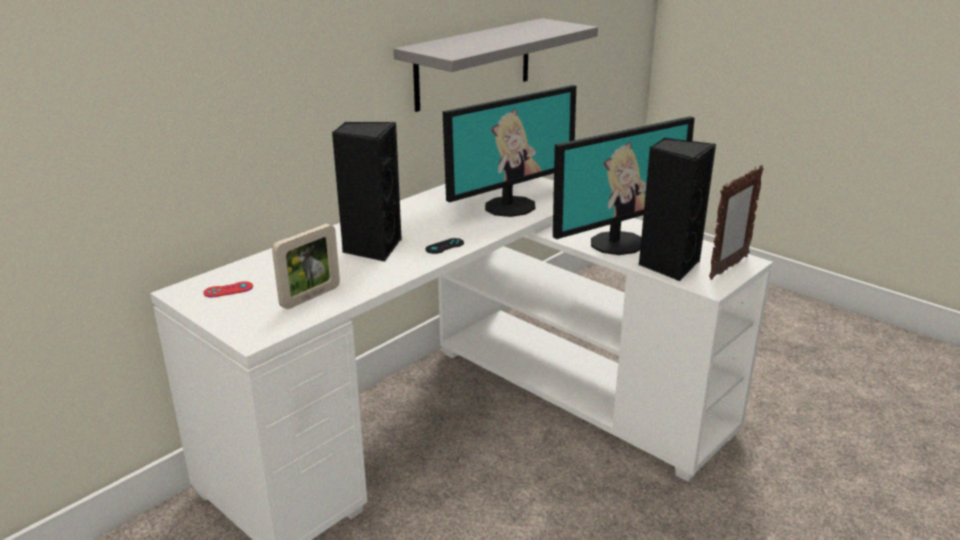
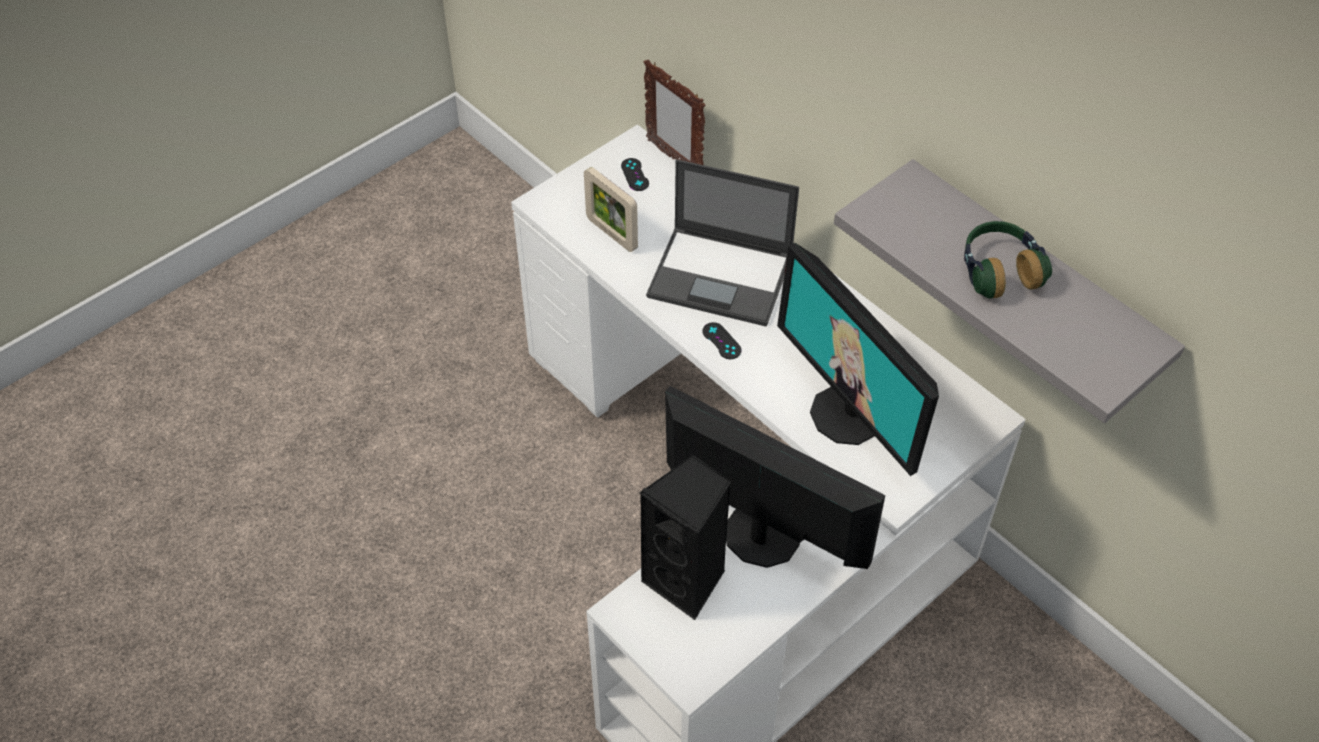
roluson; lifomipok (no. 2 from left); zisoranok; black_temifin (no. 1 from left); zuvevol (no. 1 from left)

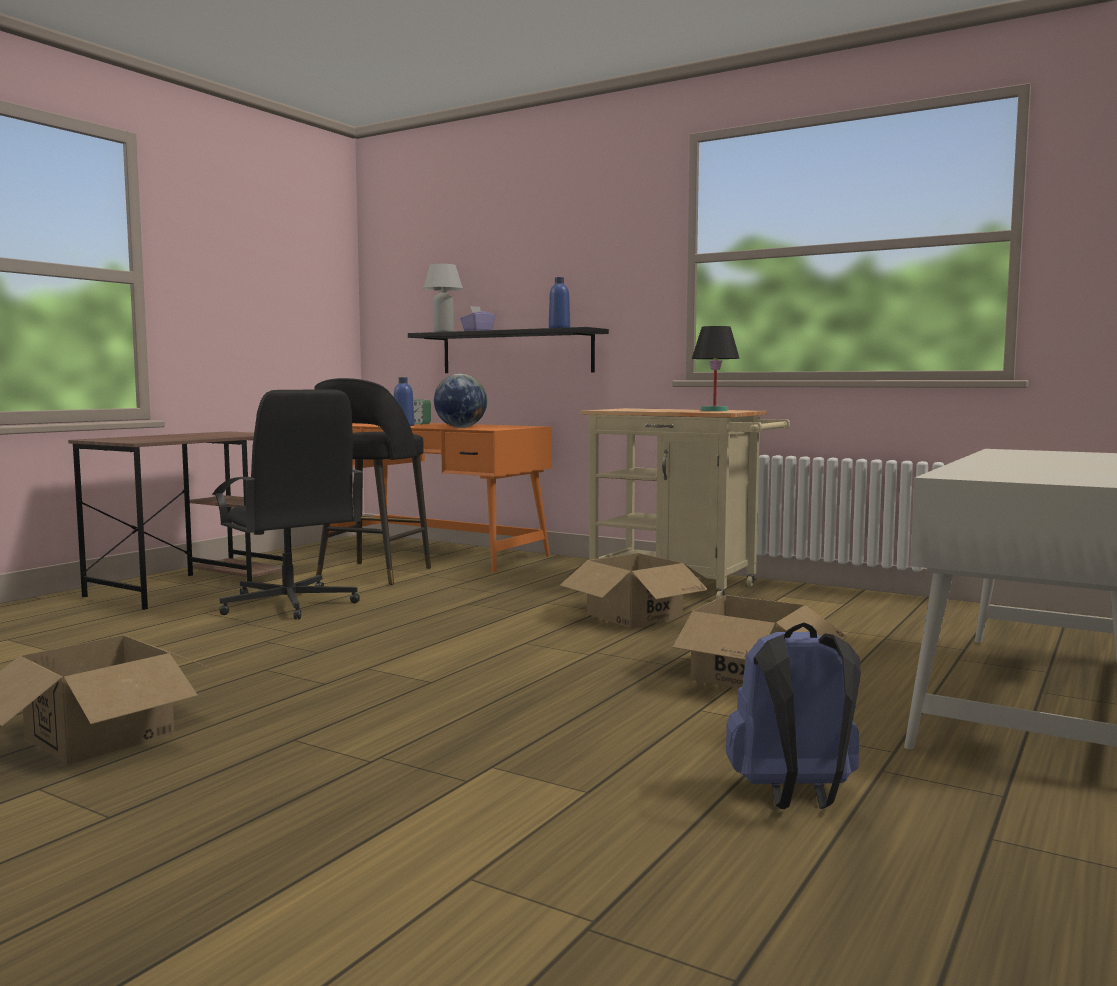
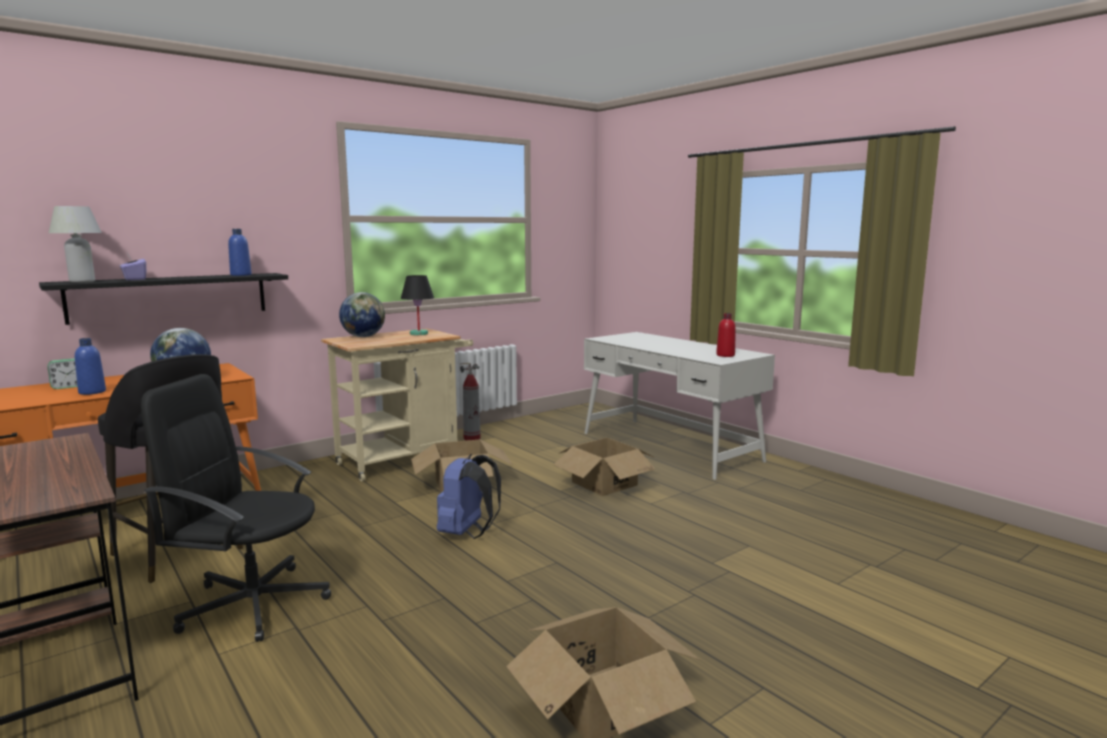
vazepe (no. 2 from left); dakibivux; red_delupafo; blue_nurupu; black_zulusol

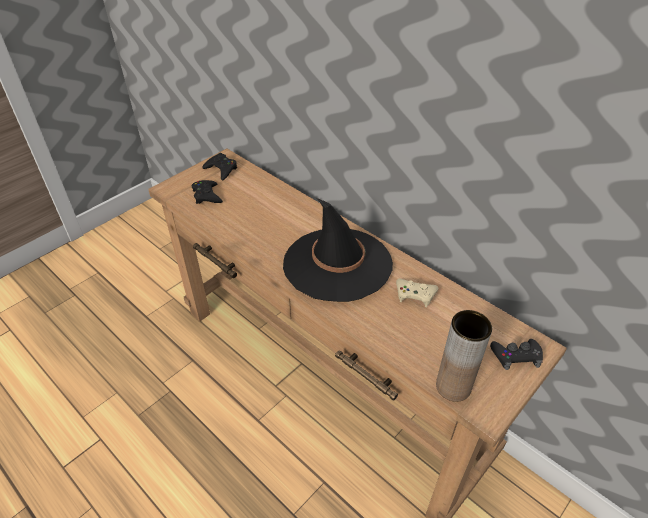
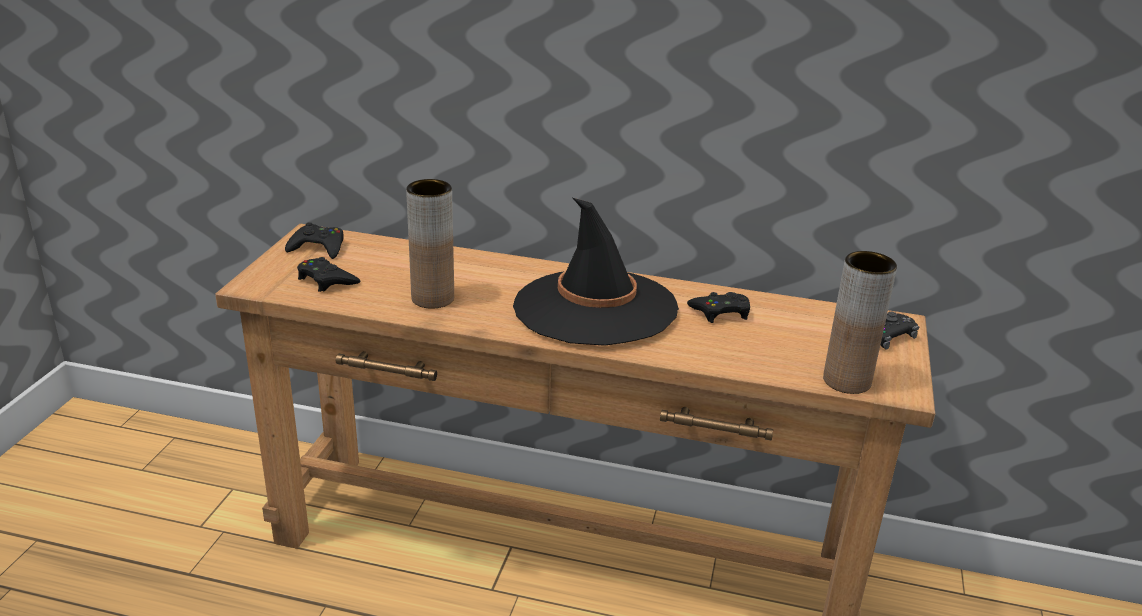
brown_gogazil (no. 1 from left); black_temifin (no. 3 from left)

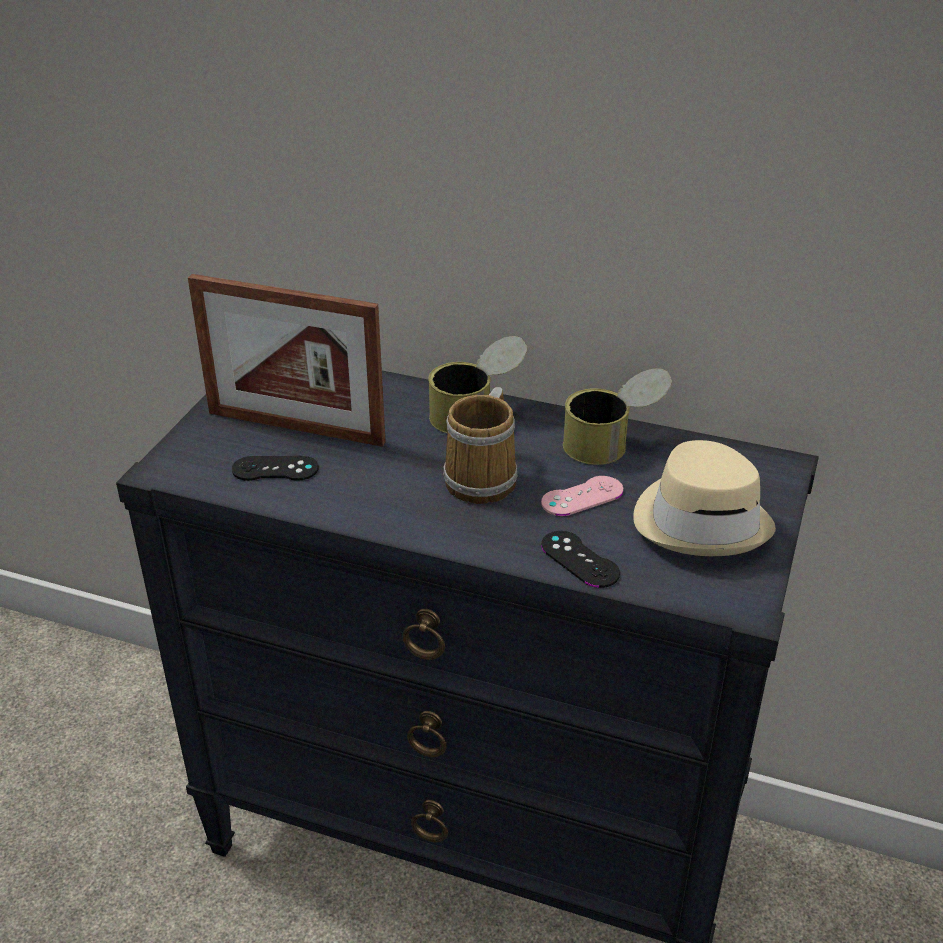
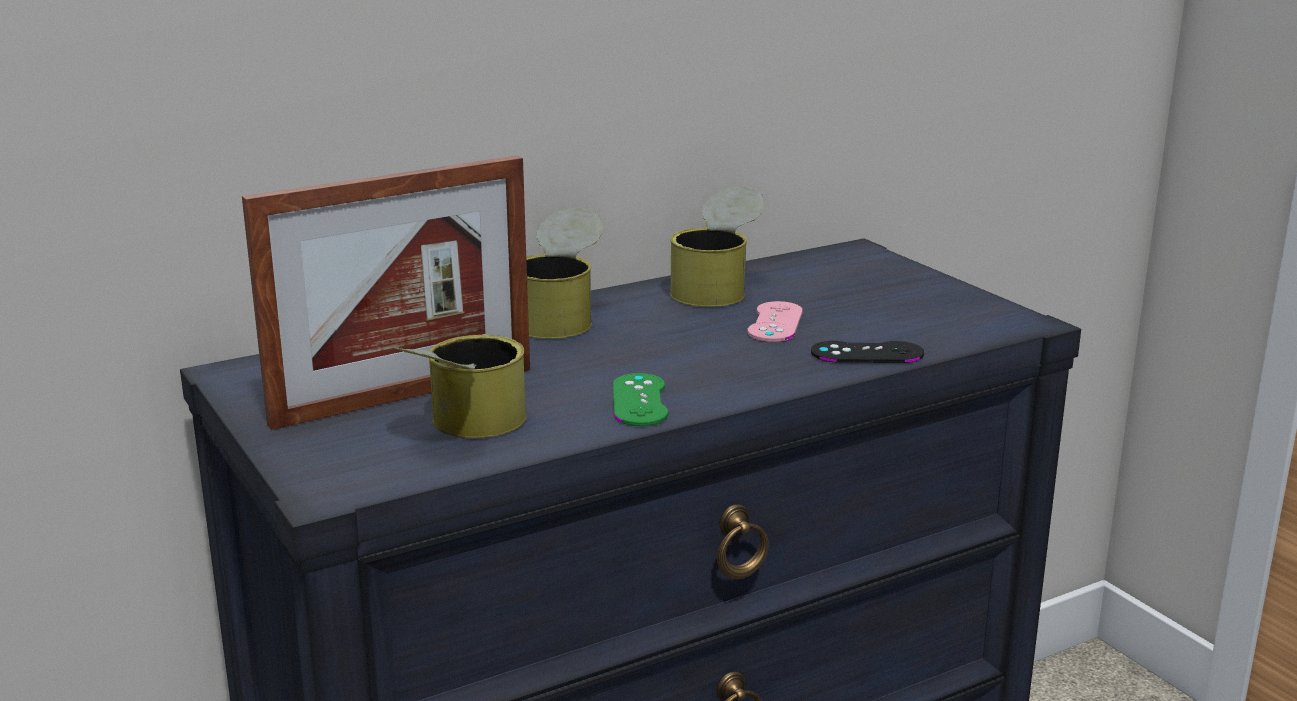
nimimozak; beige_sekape; green_temifin; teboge (no. 1 from left)

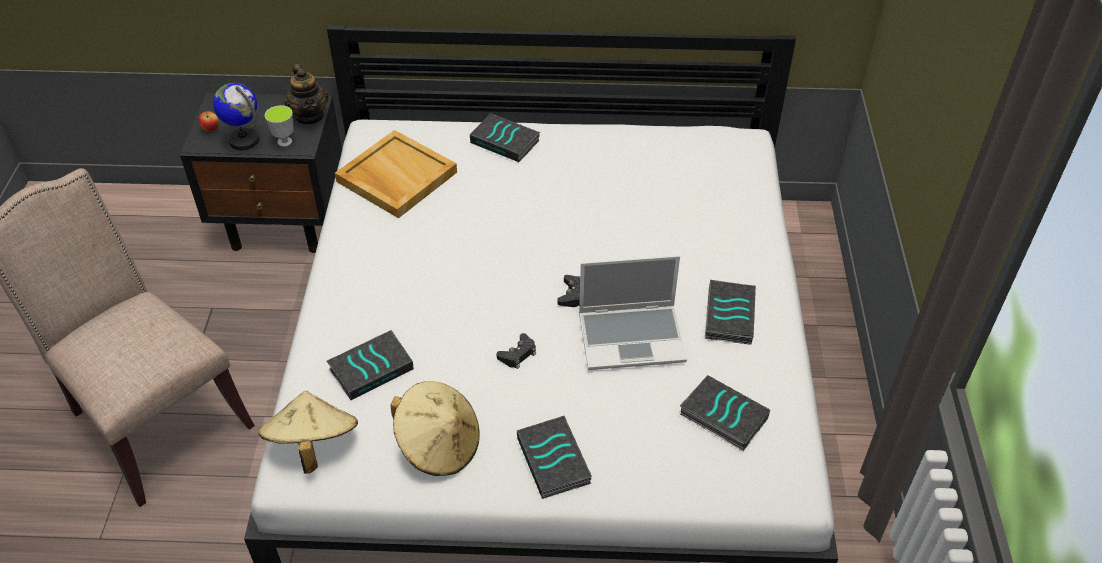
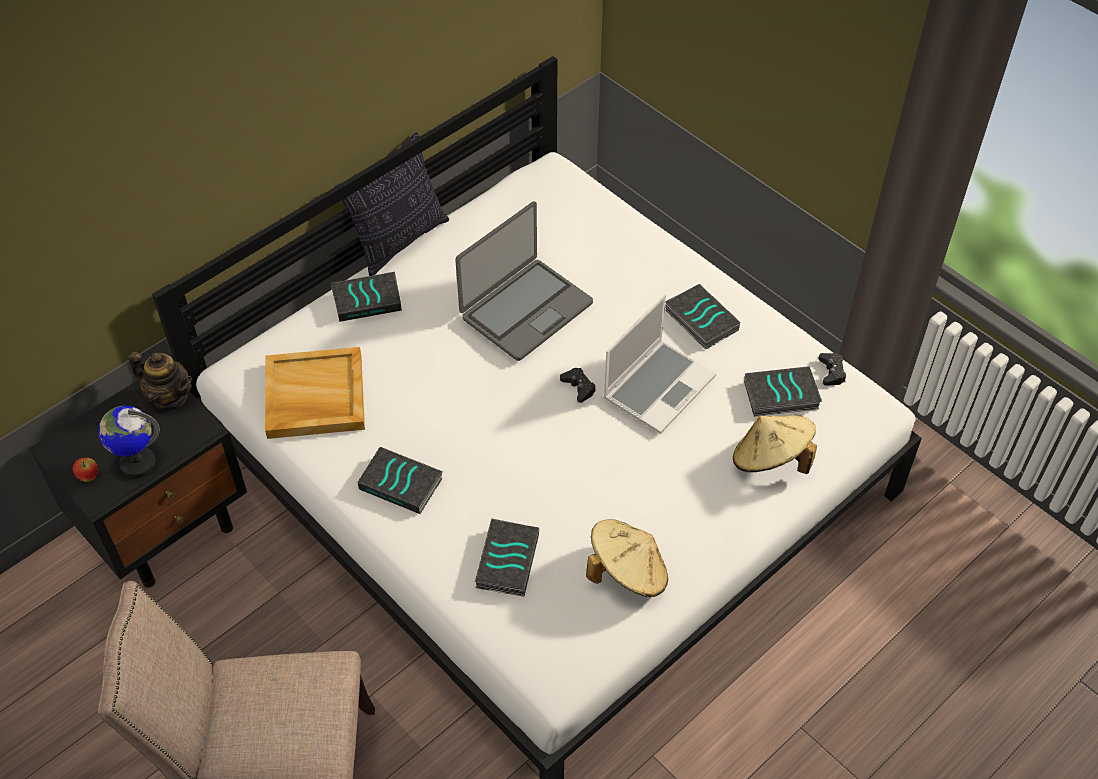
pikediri; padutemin; zisoranok (no. 1 from left); beige_sekape (no. 2 from left); black_temifin (no. 2 from left); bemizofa (no. 2 from left)

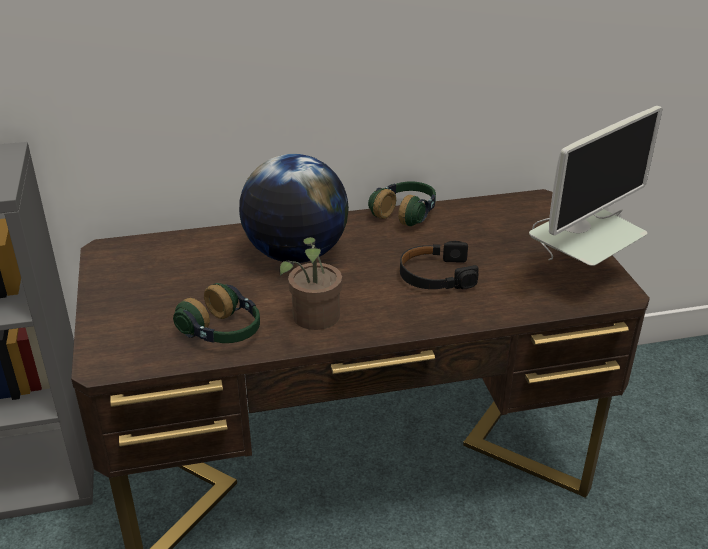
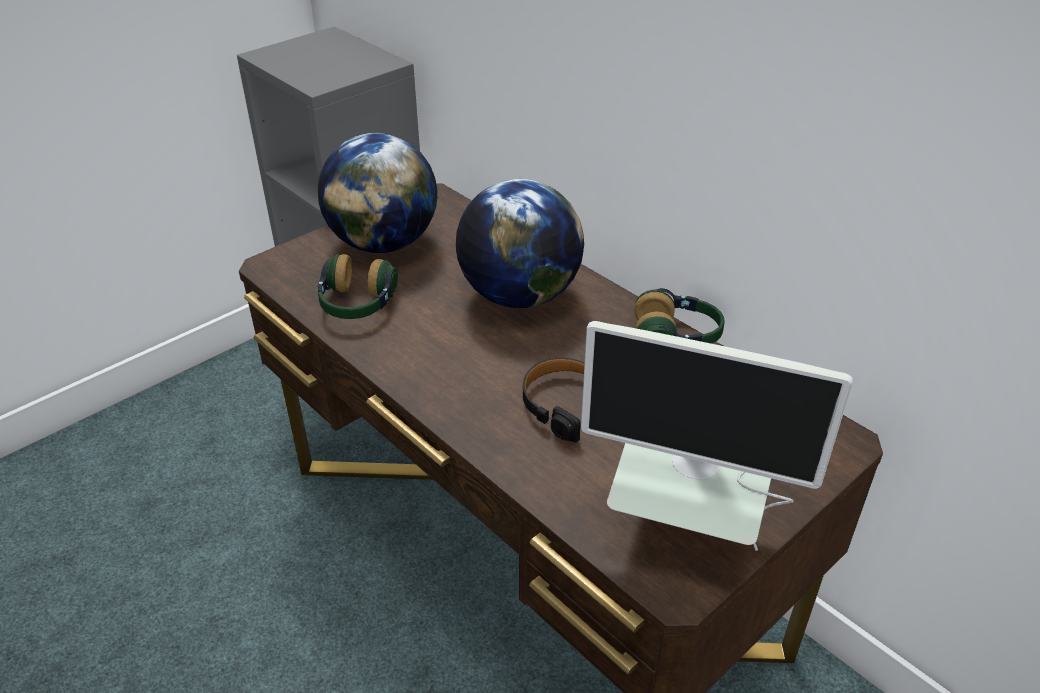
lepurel; vazepe (no. 1 from left)

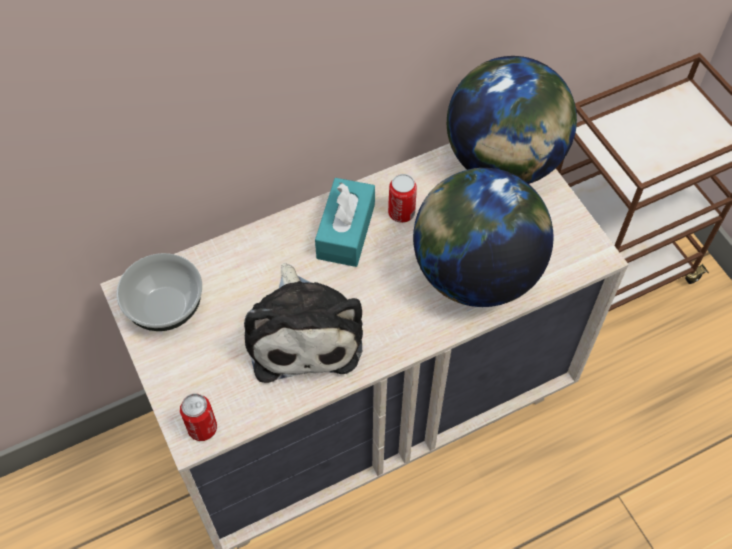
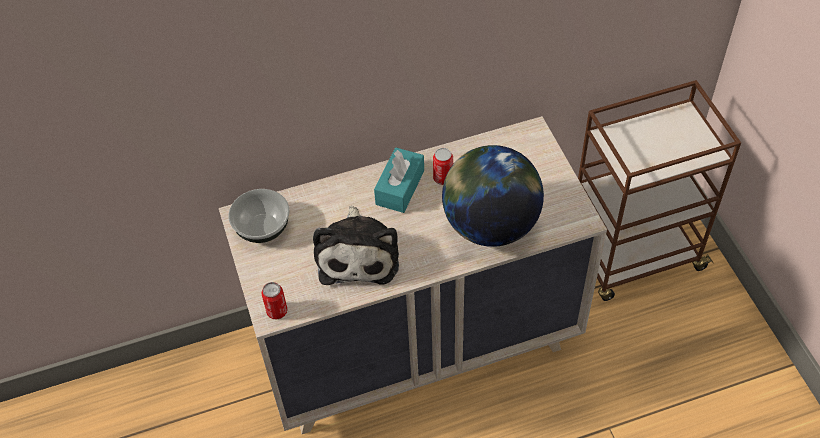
vazepe (no. 2 from left in the first image)

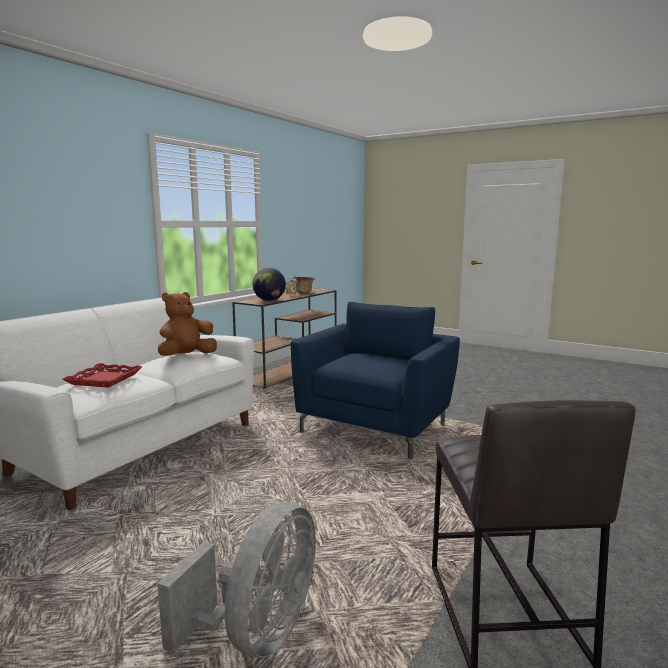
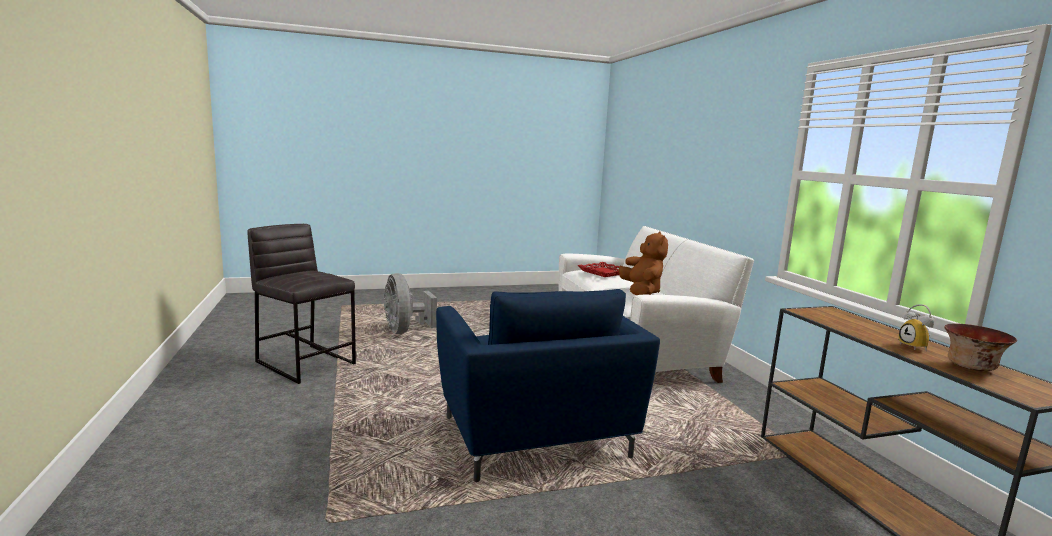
vazepe

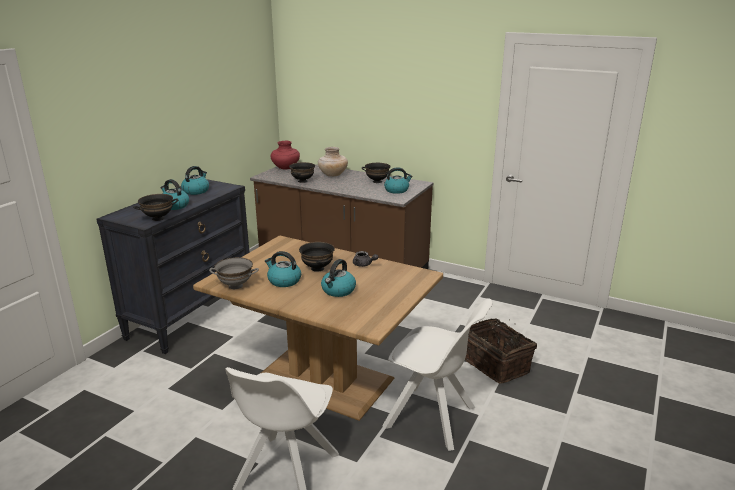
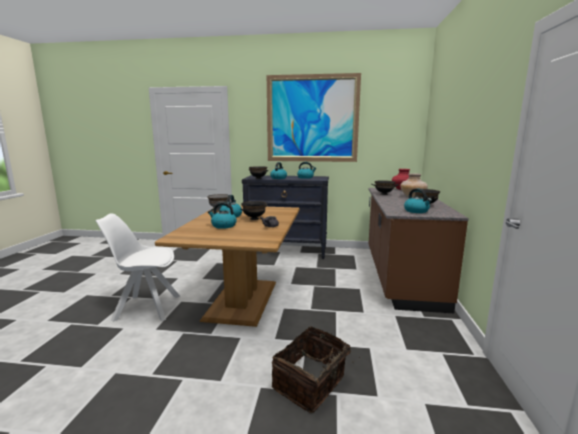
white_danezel (no. 2 from left in the first image); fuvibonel

